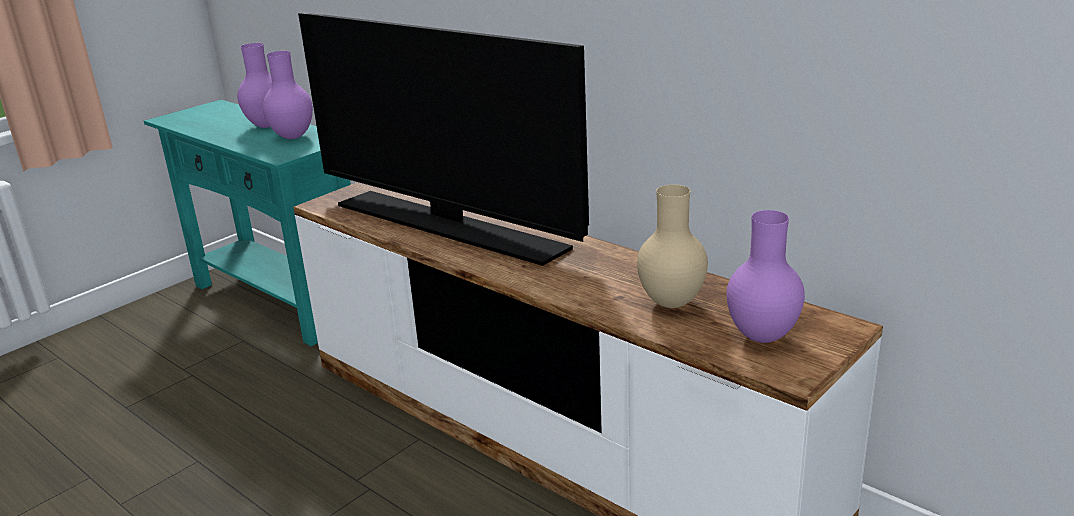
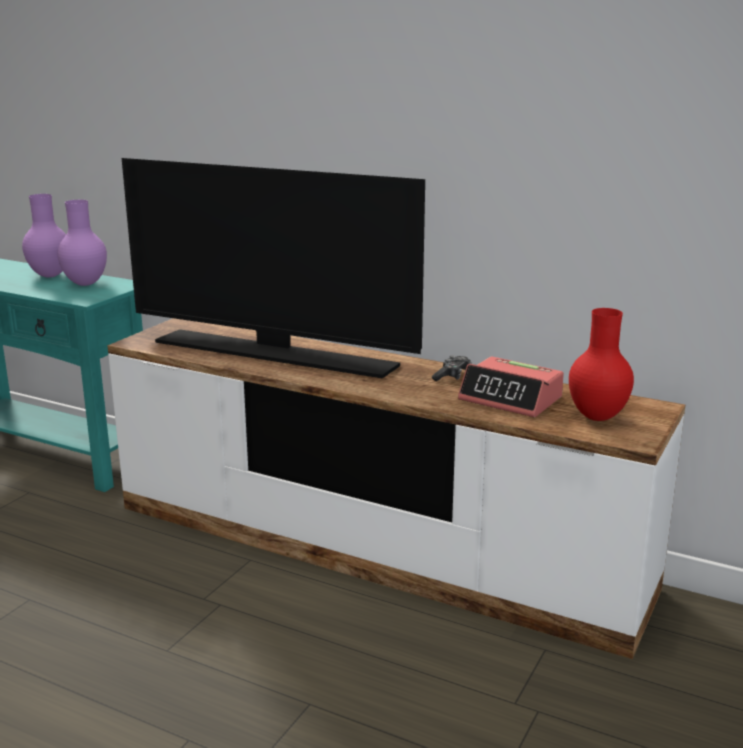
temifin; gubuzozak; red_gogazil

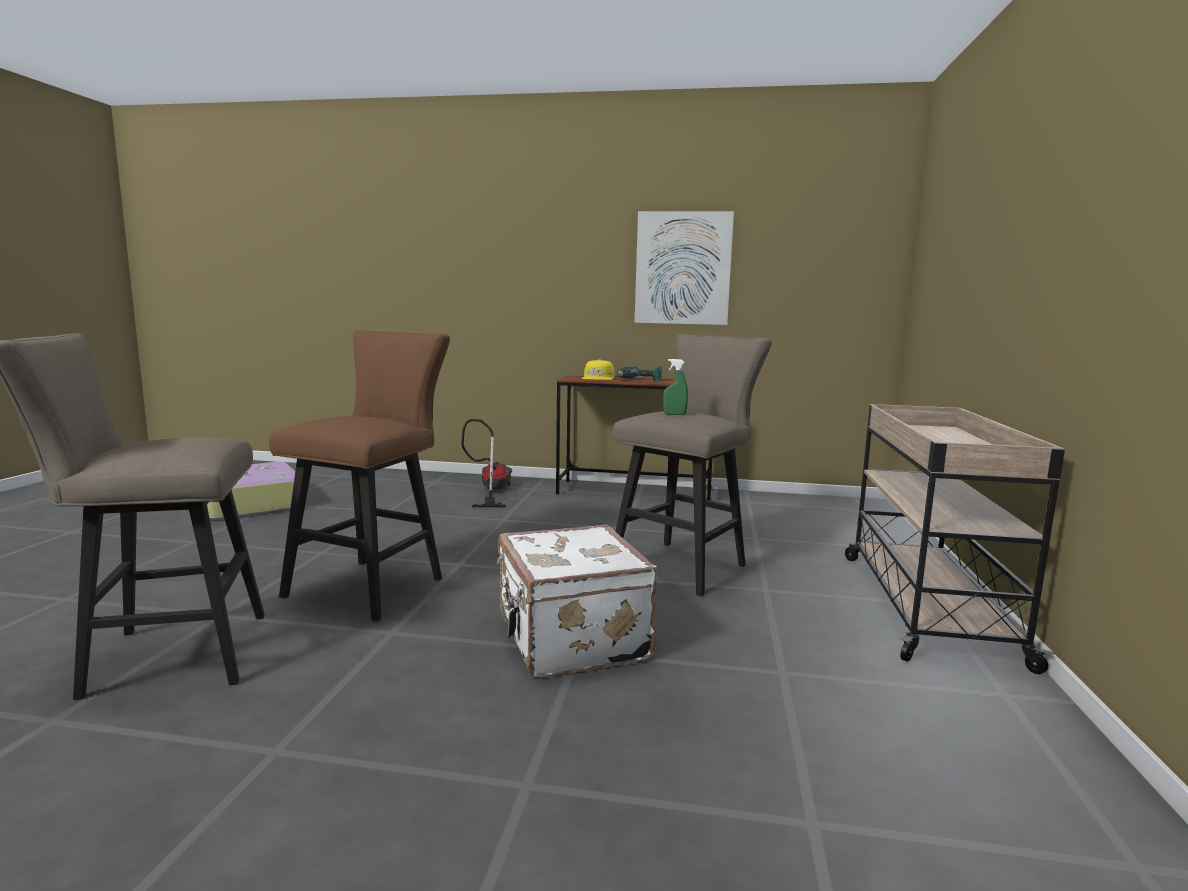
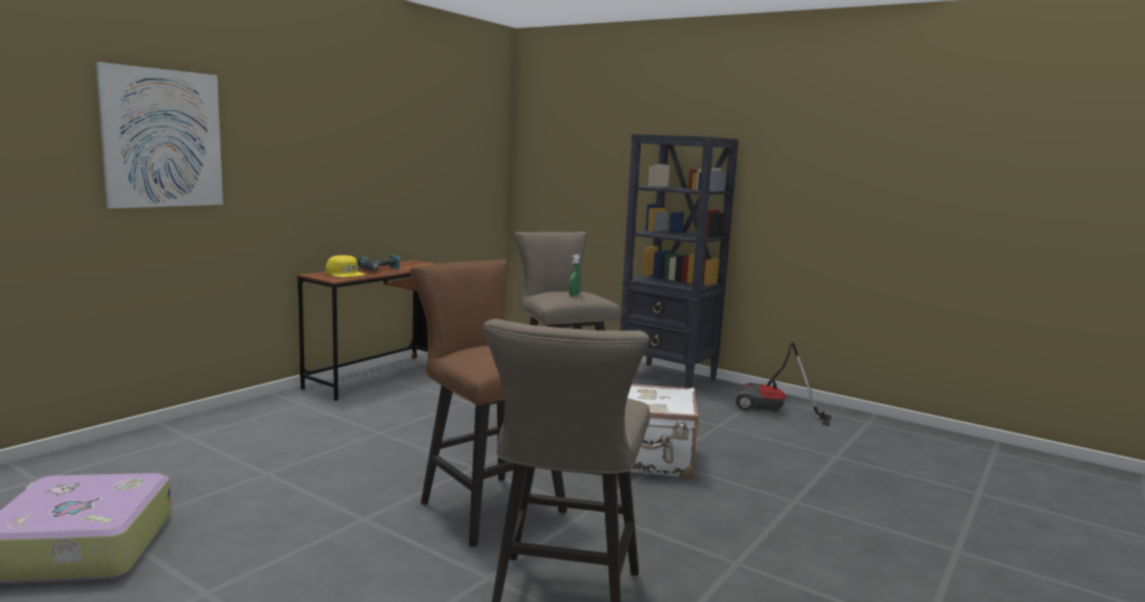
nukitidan; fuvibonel; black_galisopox

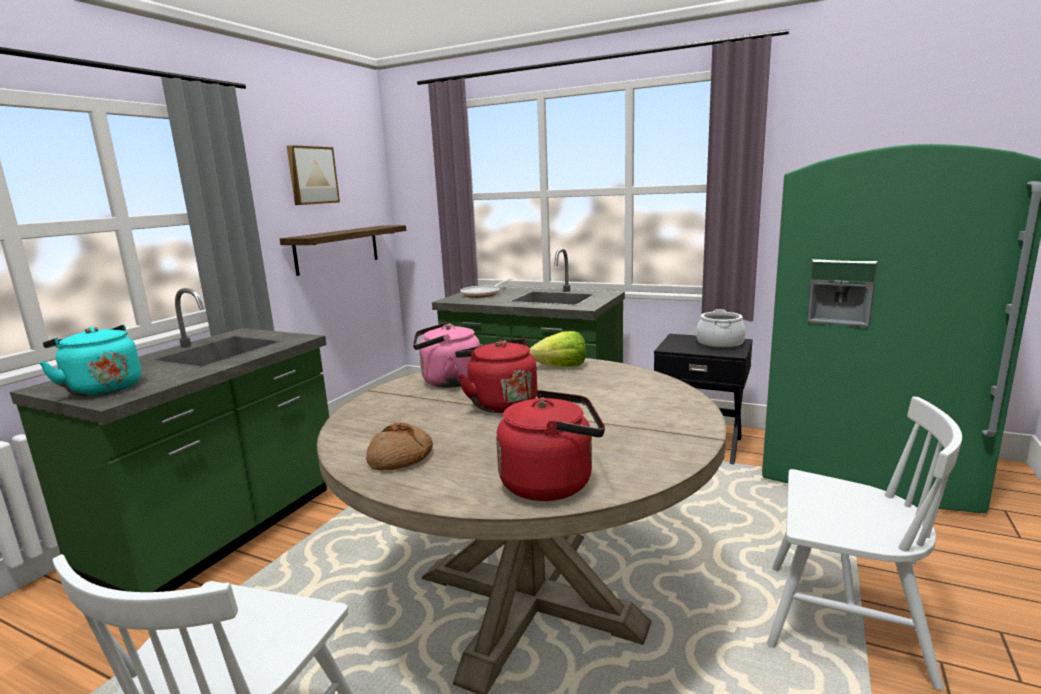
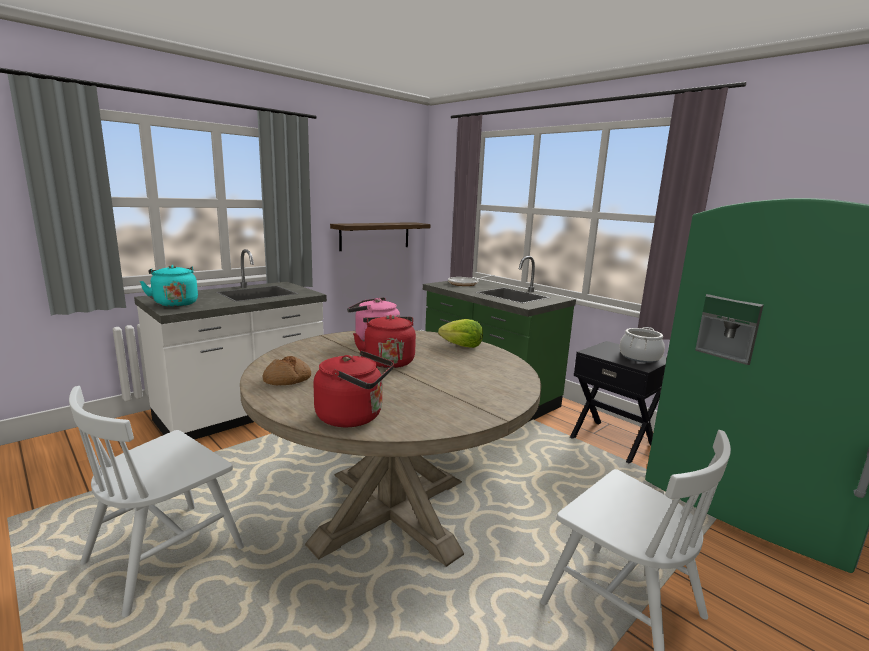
fuvibonel; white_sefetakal

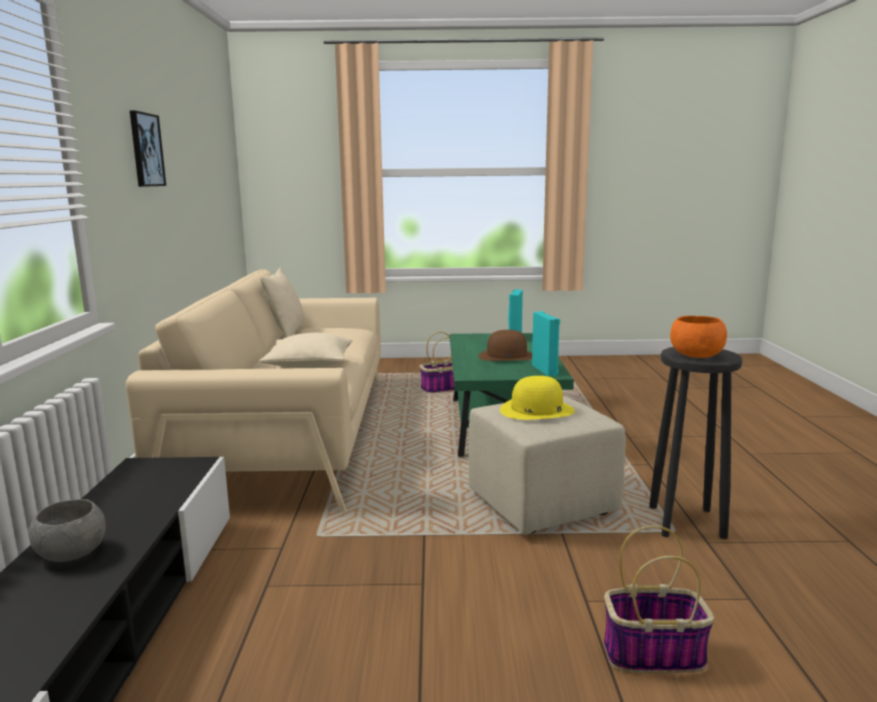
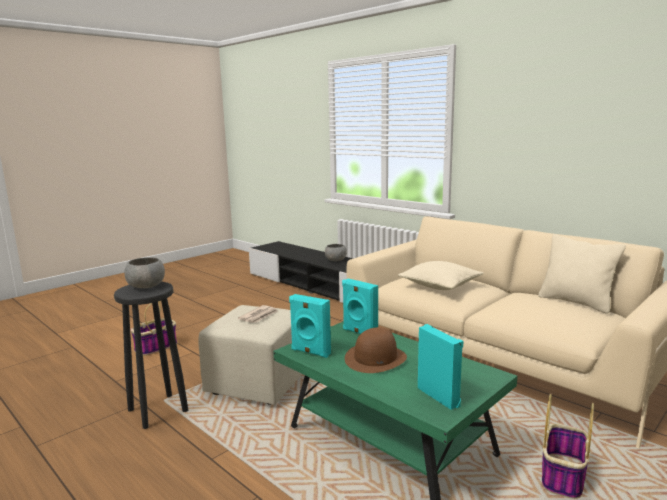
fuvibonel; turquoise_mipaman (no. 2 from left); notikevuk; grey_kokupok (no. 1 from left)

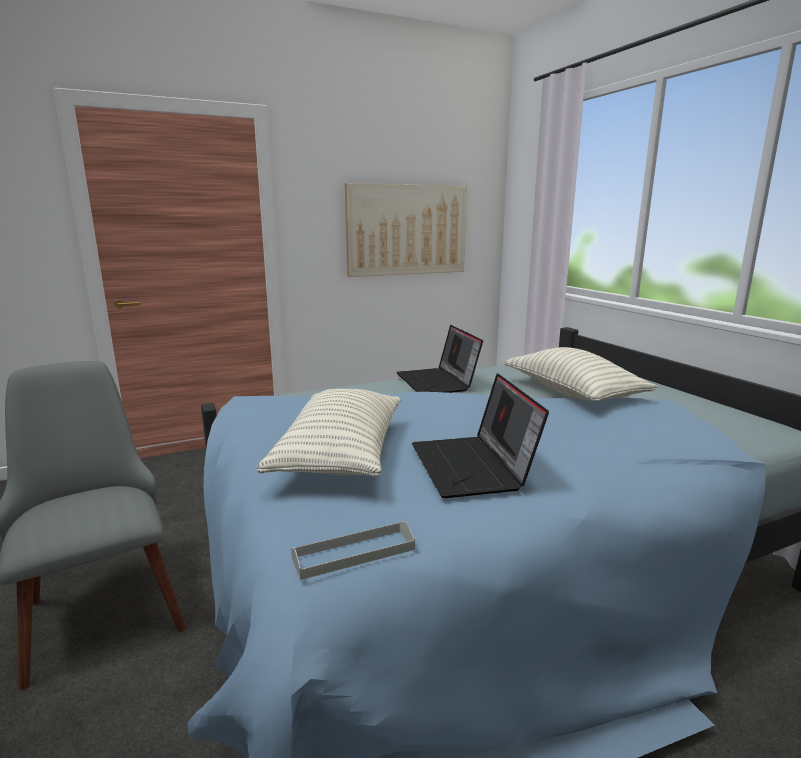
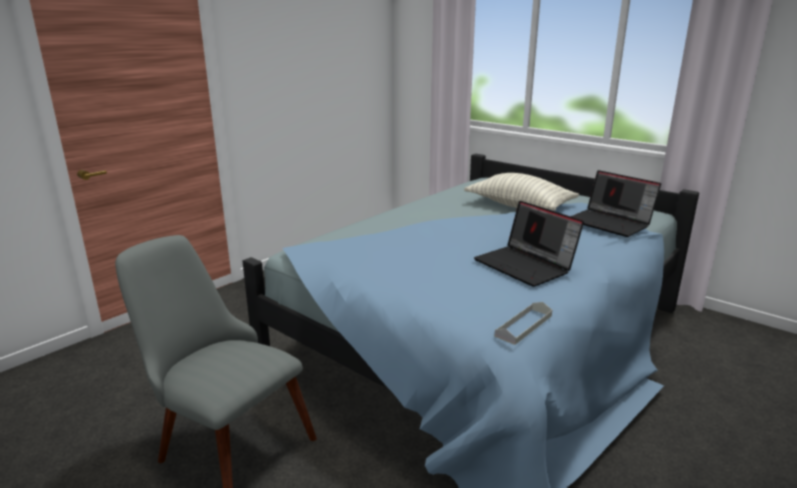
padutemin (no. 1 from left in the first image); fuvibonel; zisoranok (no. 2 from left)

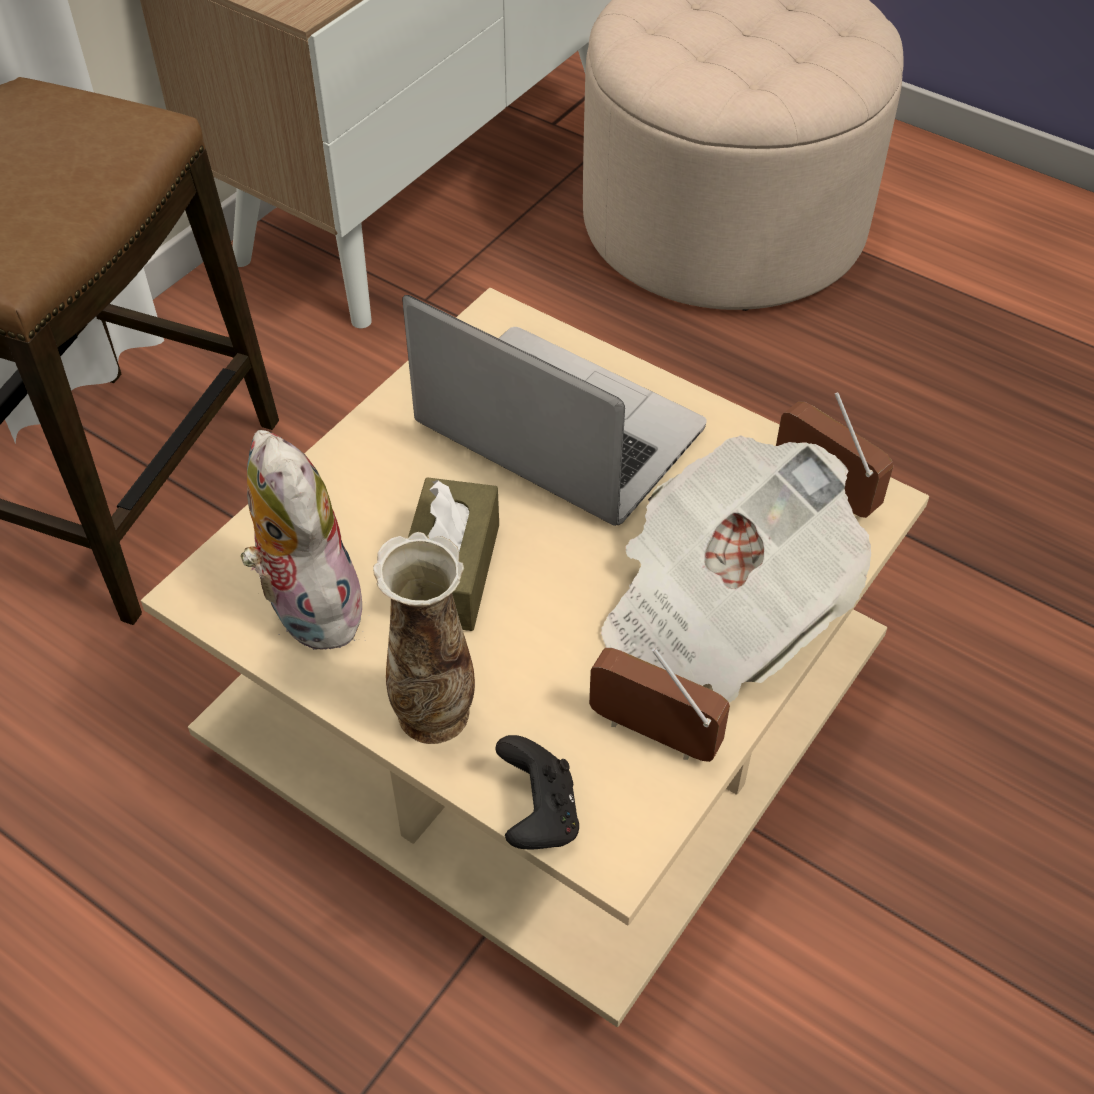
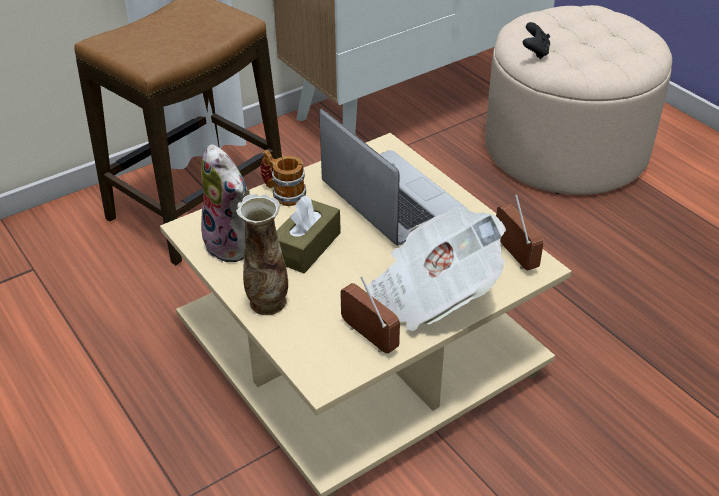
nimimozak; black_temifin; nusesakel

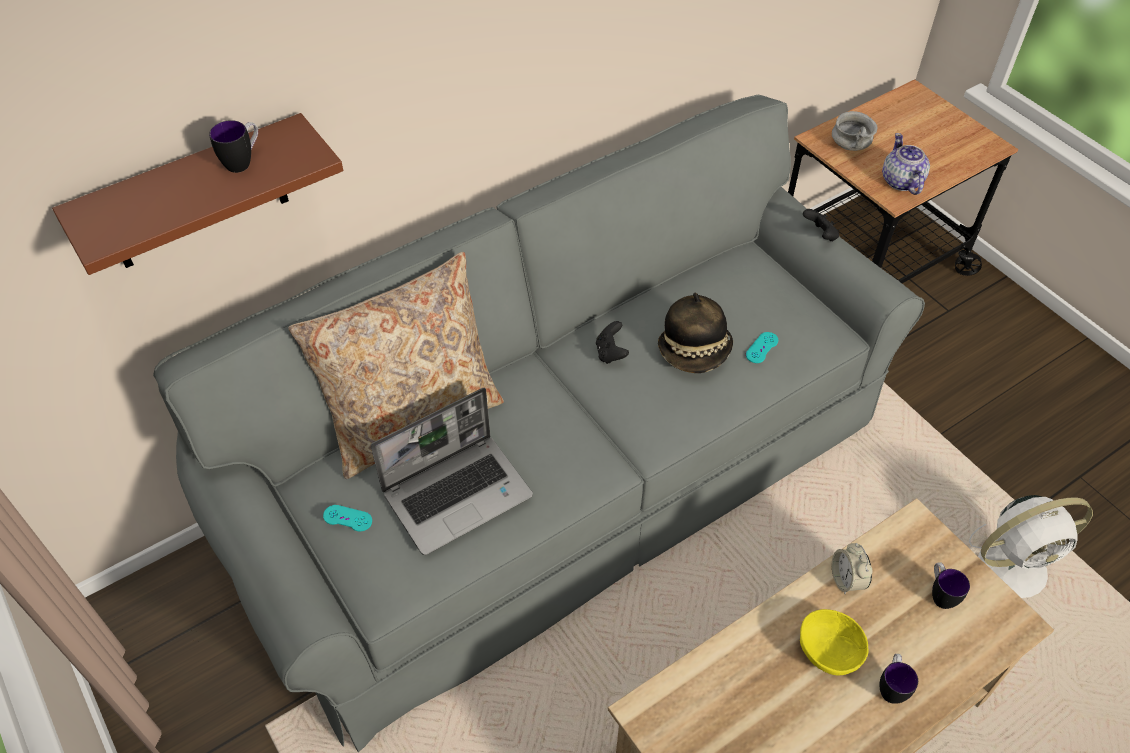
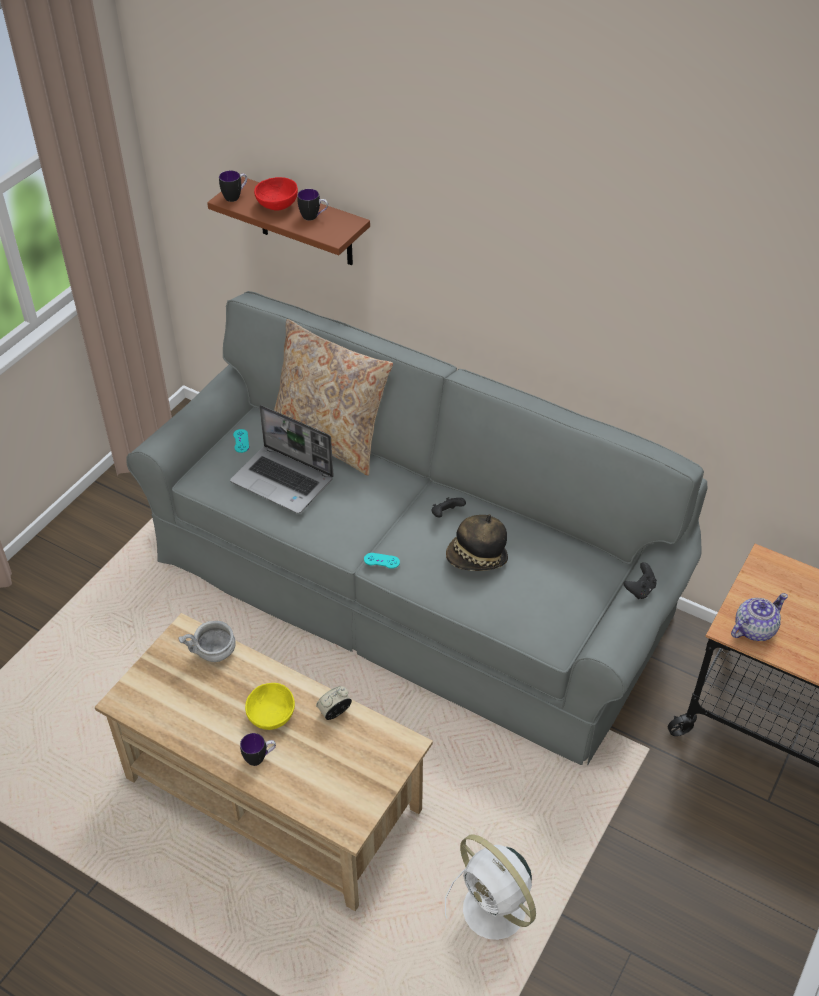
red_kokupok; turquoise_temifin (no. 2 from left); grey_kokupok; nimimozak (no. 1 from left)

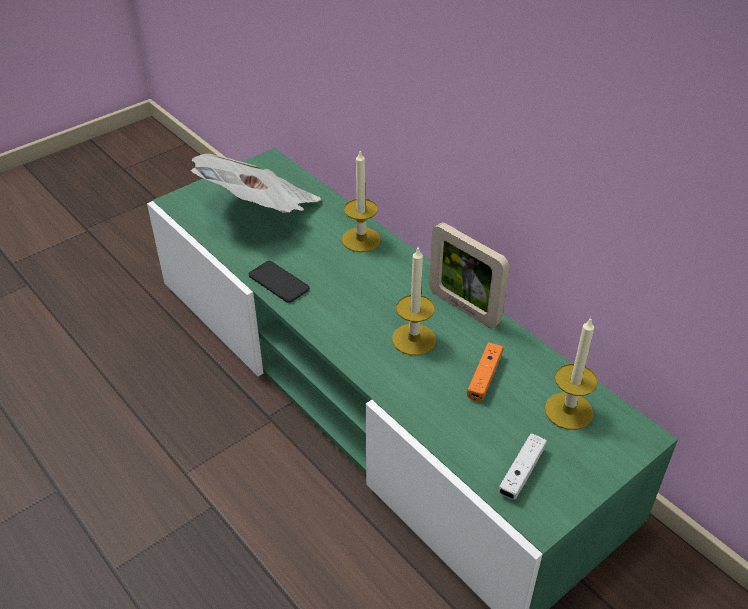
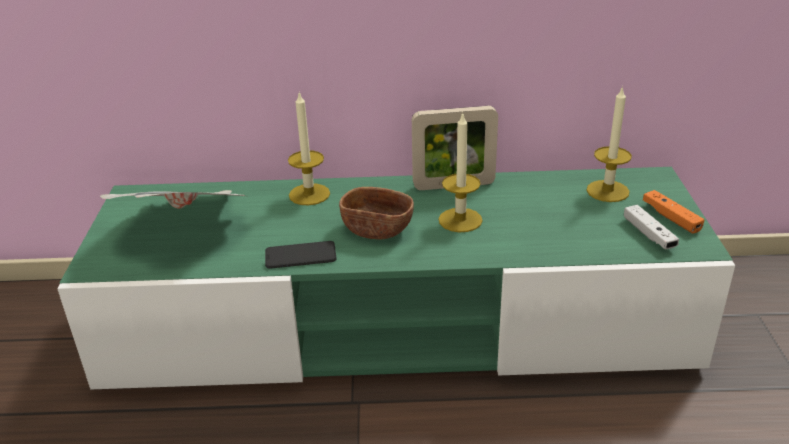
brown_kokupok; orange_temifin

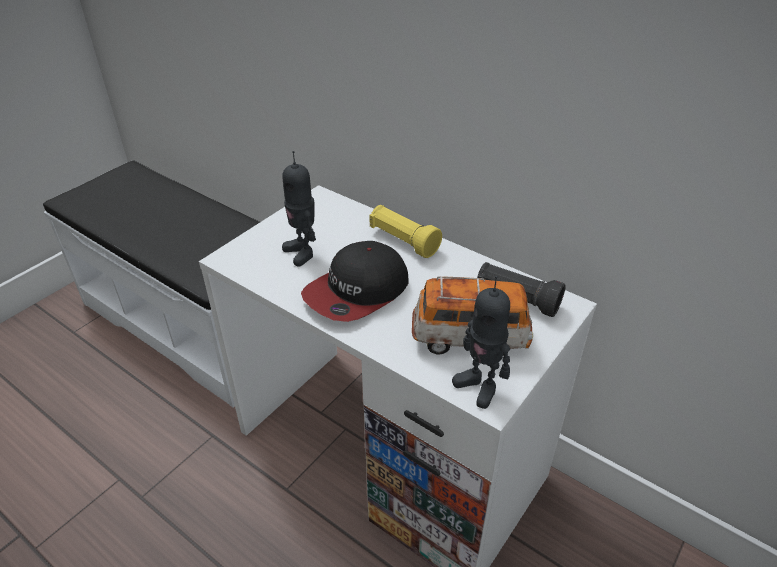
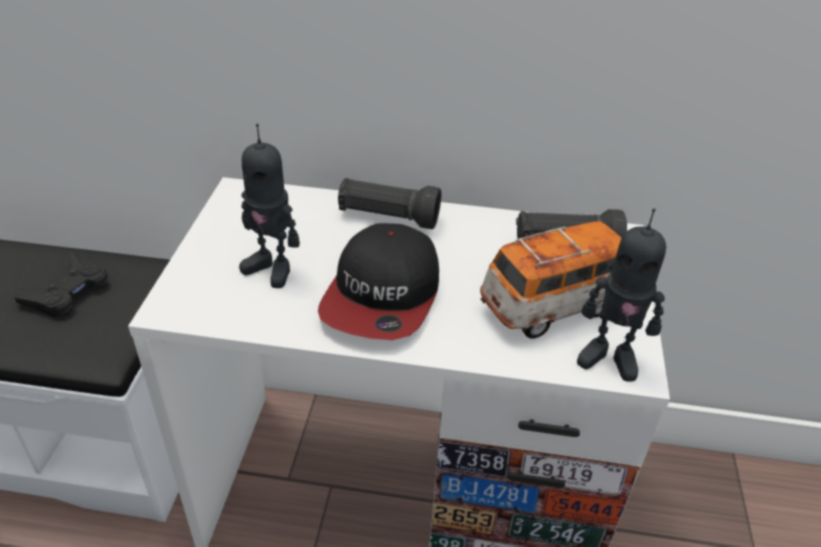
black_temifin; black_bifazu (no. 1 from left)

